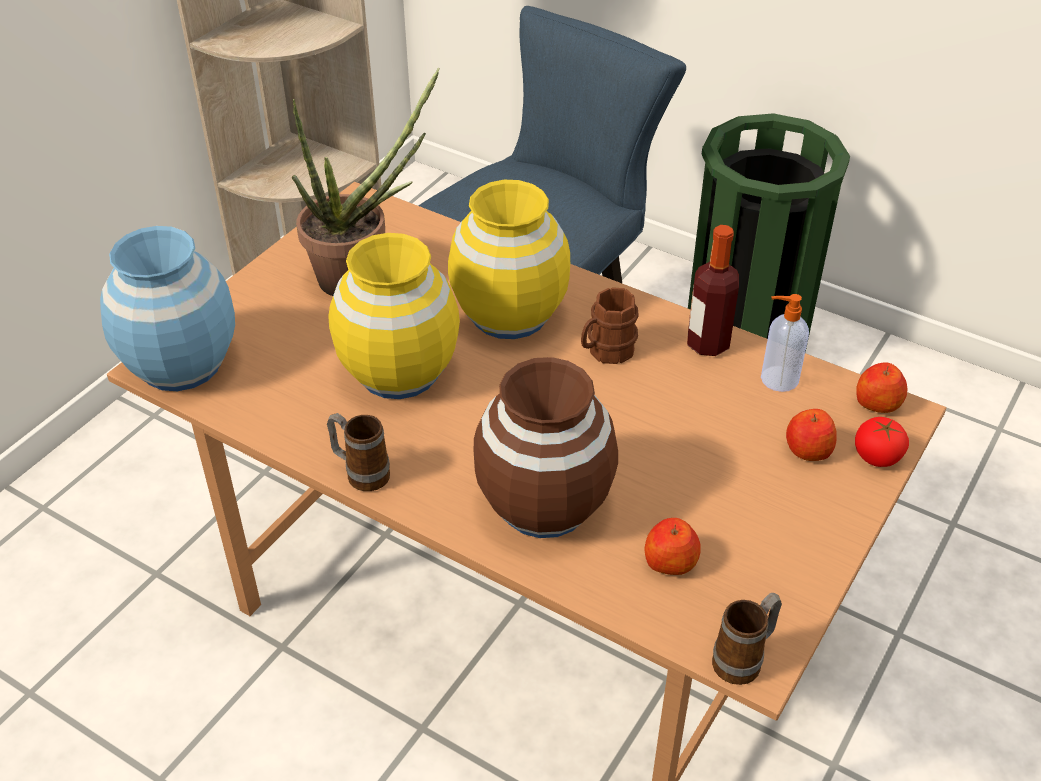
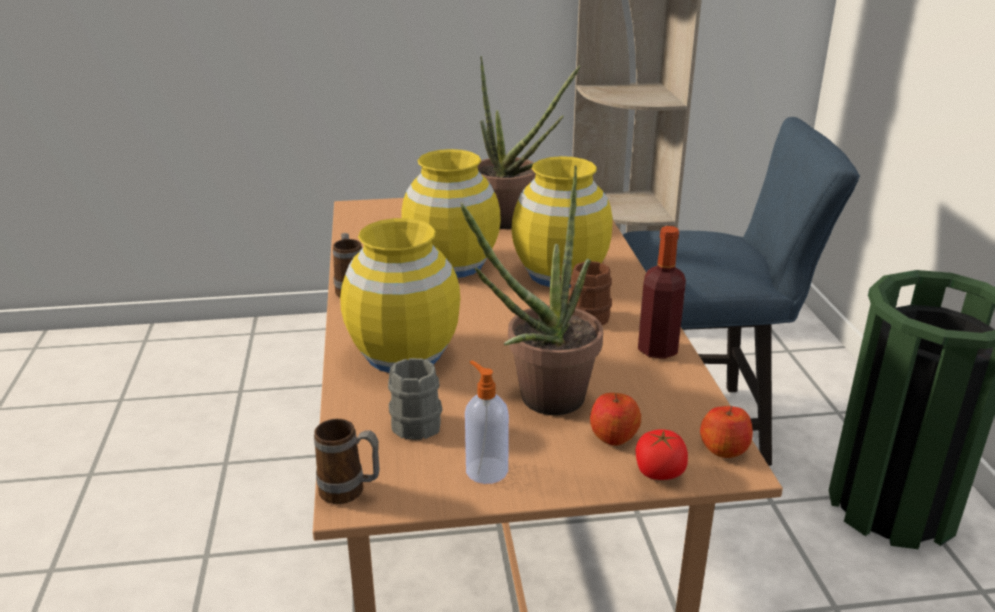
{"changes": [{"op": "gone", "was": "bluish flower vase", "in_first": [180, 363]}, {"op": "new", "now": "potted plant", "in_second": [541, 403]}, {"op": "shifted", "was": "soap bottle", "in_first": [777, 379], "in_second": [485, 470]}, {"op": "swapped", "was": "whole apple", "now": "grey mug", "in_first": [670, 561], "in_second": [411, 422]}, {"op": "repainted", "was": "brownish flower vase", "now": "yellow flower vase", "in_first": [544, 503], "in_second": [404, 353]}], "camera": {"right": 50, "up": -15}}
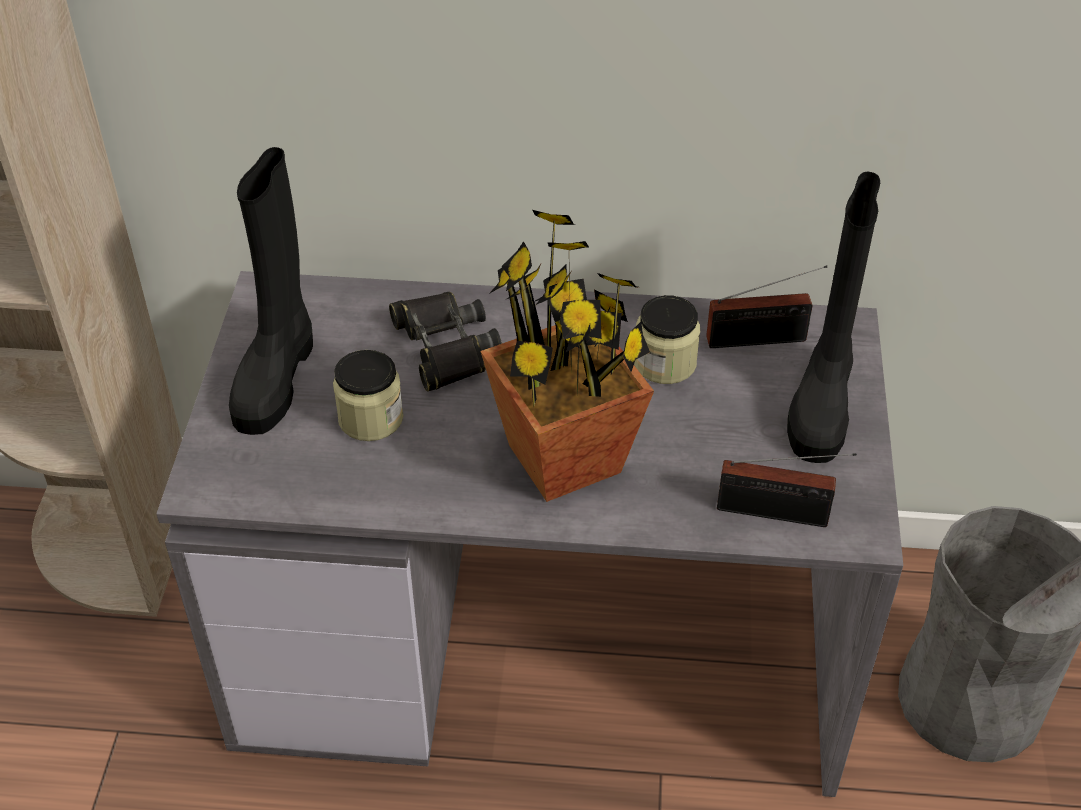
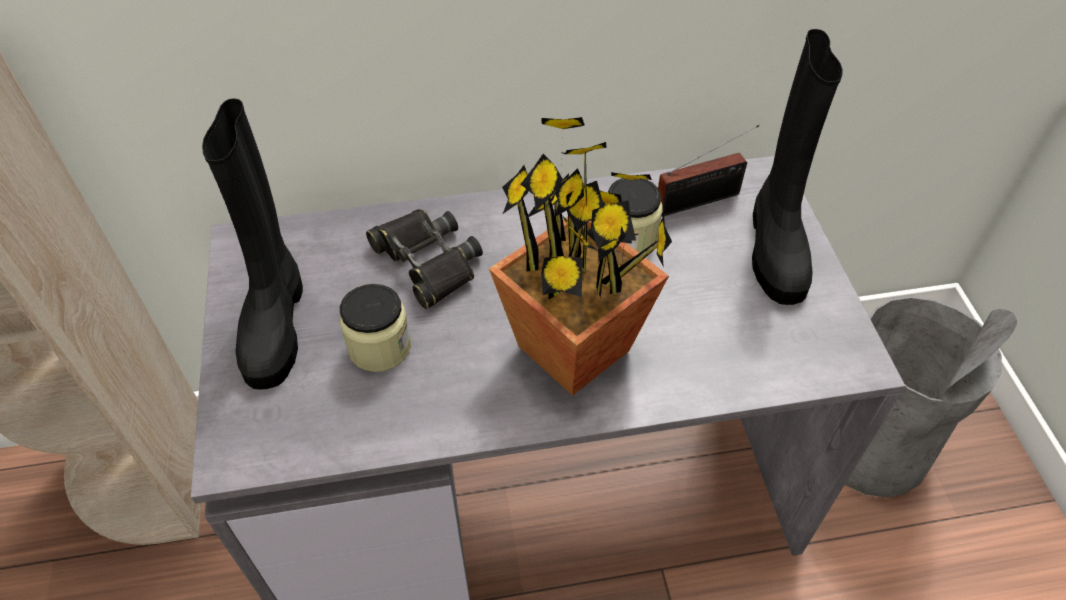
{"changes": [{"op": "gone", "was": "radio receiver", "in_first": [778, 514]}], "camera": {"right": -15, "up": 5}}
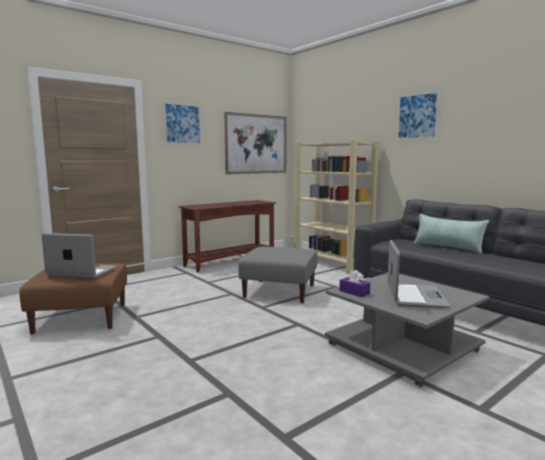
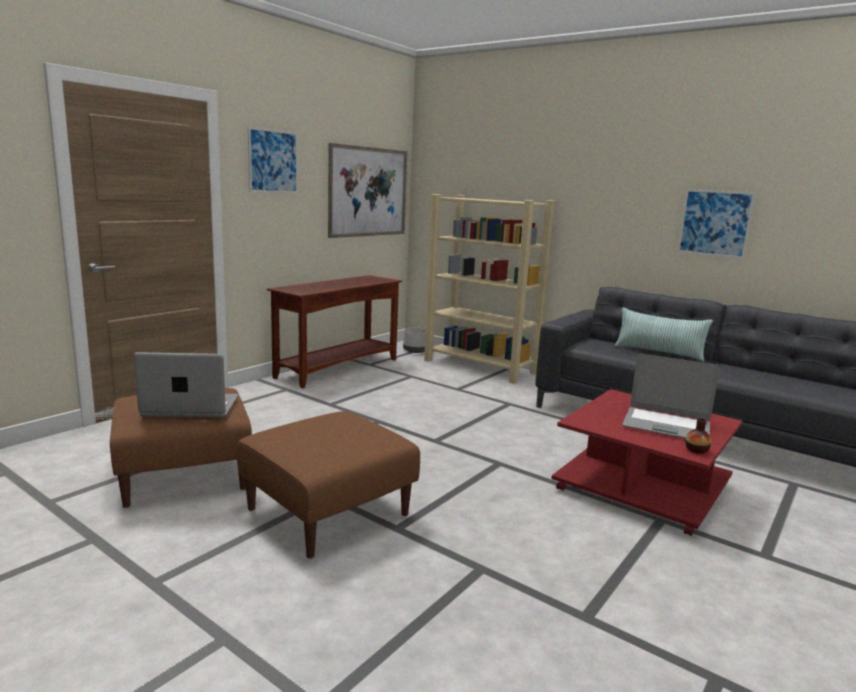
{"changes": [{"op": "gone", "was": "grey pouffe", "in_first": [280, 291]}, {"op": "gone", "was": "purplish tissue holder", "in_first": [354, 292]}, {"op": "new", "now": "brownish pouffe", "in_second": [328, 512]}, {"op": "new", "now": "flower vase", "in_second": [696, 450]}, {"op": "shifted", "was": "wall picture", "in_first": [417, 116], "in_second": [715, 223]}, {"op": "repainted", "was": "grey lounge table", "now": "red lounge table", "in_first": [404, 348], "in_second": [644, 487]}, {"op": "rotated", "was": "notebook computer", "in_first": [415, 296], "in_second": [666, 426], "clockwise": 120}], "camera": {"right": -15, "up": 5}}
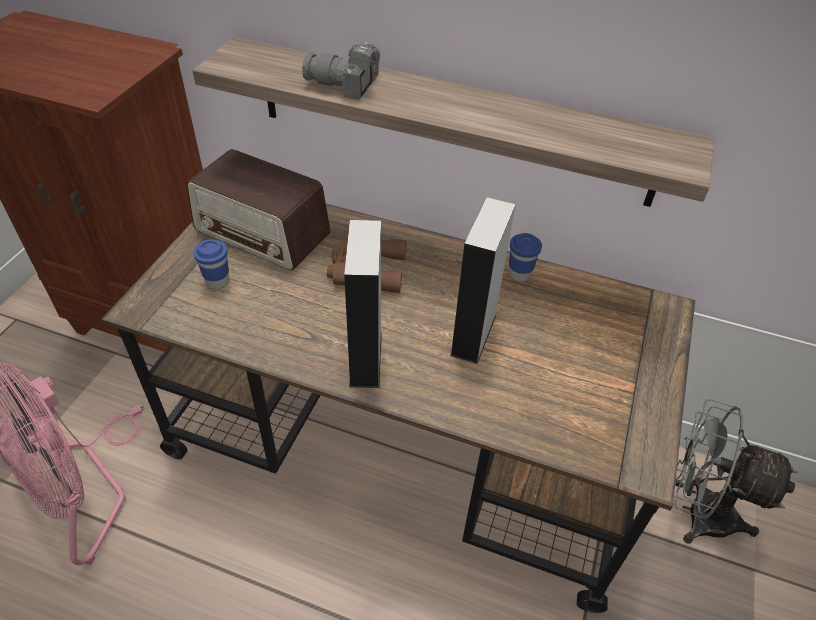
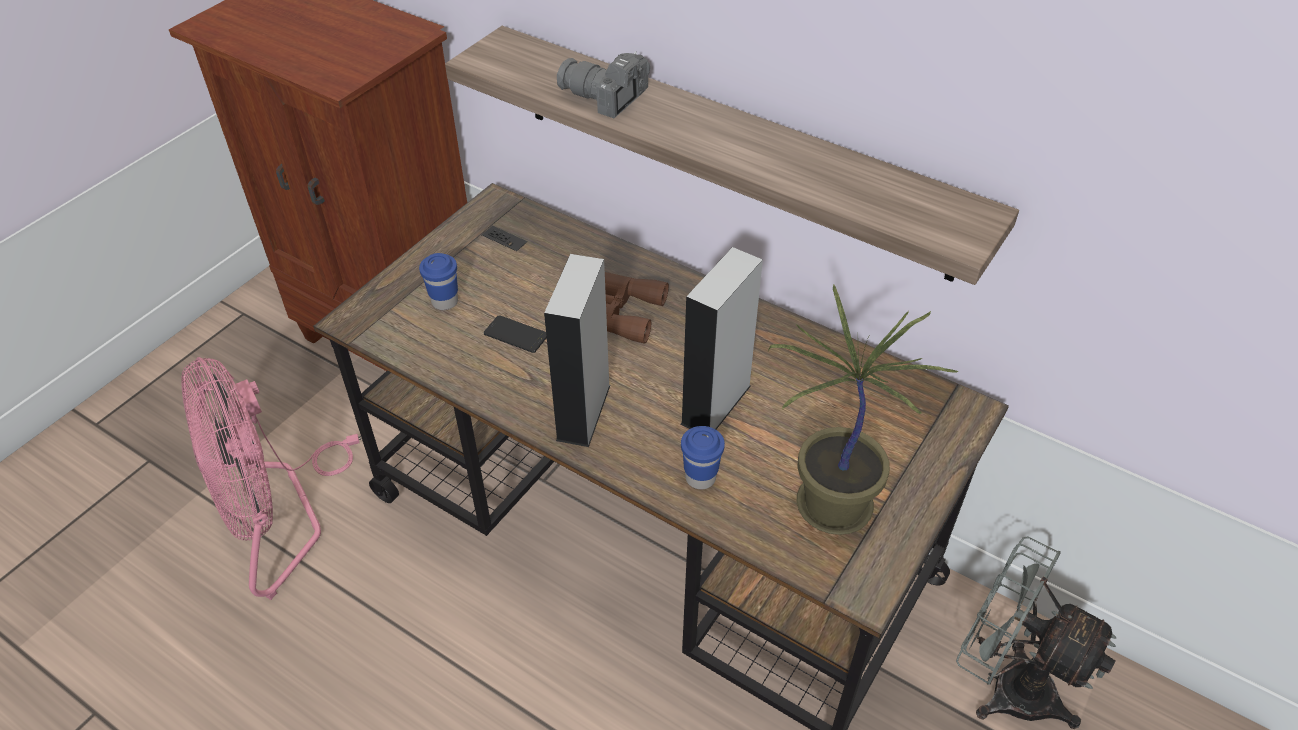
{"changes": [{"op": "gone", "was": "radio receiver", "in_first": [263, 233]}, {"op": "new", "now": "phone", "in_second": [516, 335]}, {"op": "new", "now": "potted plant", "in_second": [830, 507]}, {"op": "shifted", "was": "bluish small cup", "in_first": [519, 274], "in_second": [700, 478]}], "camera": {"right": 15, "up": 0}}
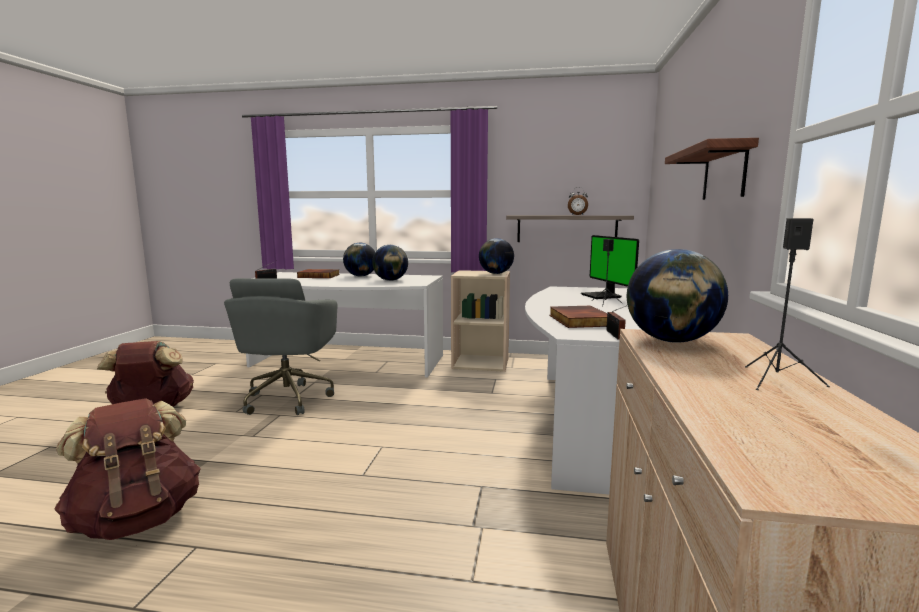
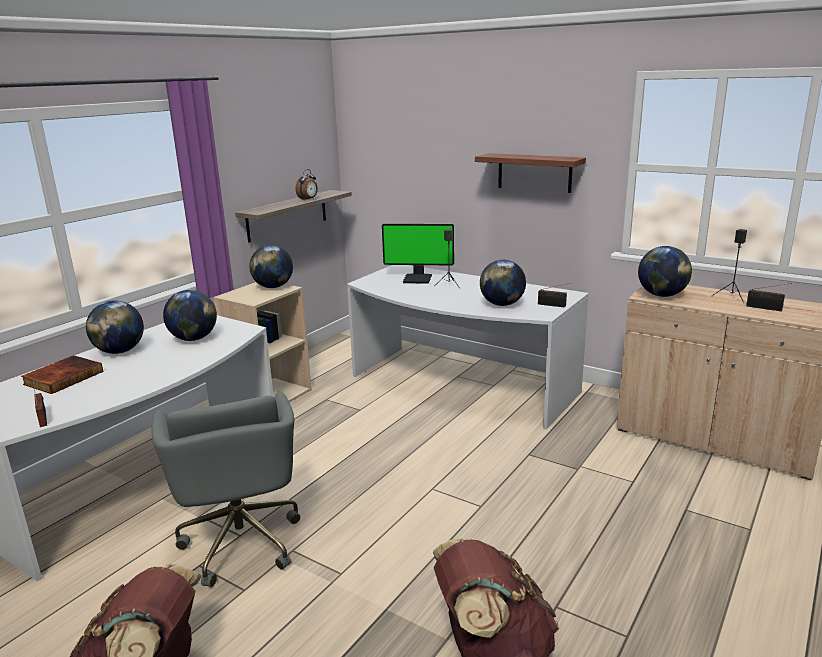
{"changes": [{"op": "new", "now": "radio receiver", "in_second": [766, 308]}, {"op": "swapped", "was": "book", "now": "globe", "in_first": [578, 320], "in_second": [502, 304]}, {"op": "rotated", "was": "grey office chair", "in_first": [289, 398], "in_second": [240, 540], "clockwise": 45}], "camera": {"right": -65, "up": 10}}
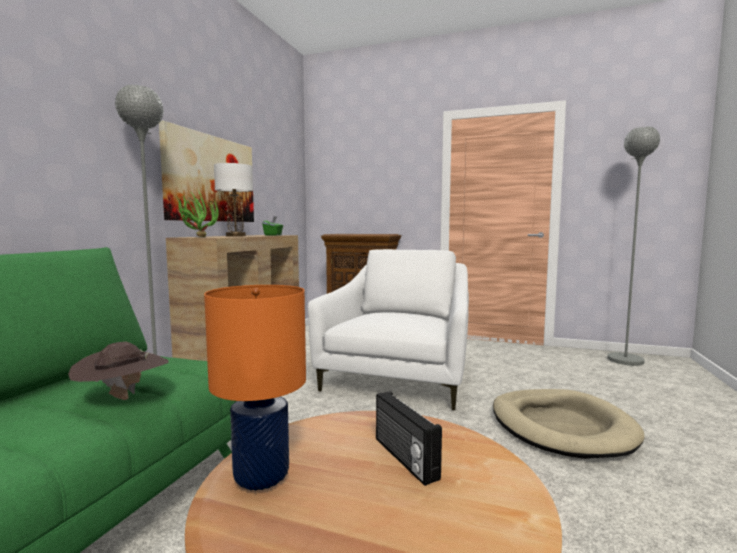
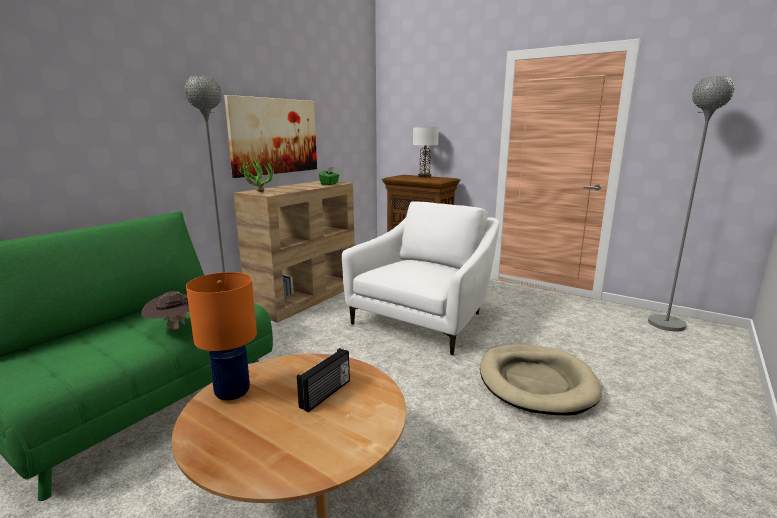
{"changes": [{"op": "shifted", "was": "lamp for a table", "in_first": [235, 236], "in_second": [424, 176]}, {"op": "rotated", "was": "radio receiver", "in_first": [403, 458], "in_second": [326, 394], "clockwise": -135}], "camera": {"right": 15, "up": 10}}
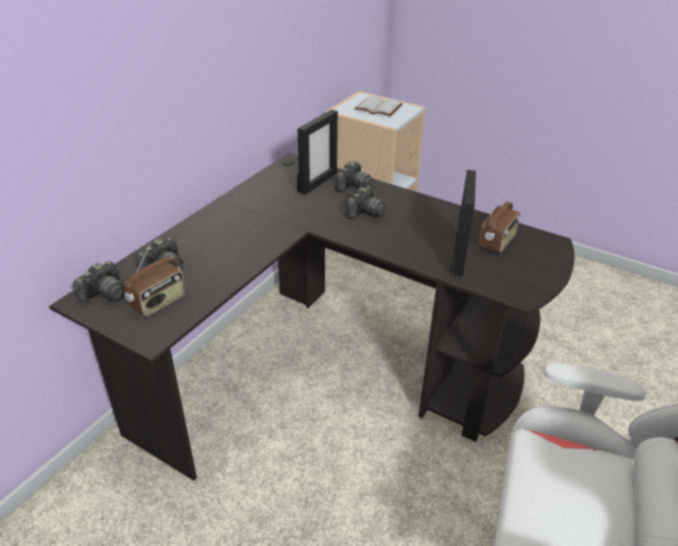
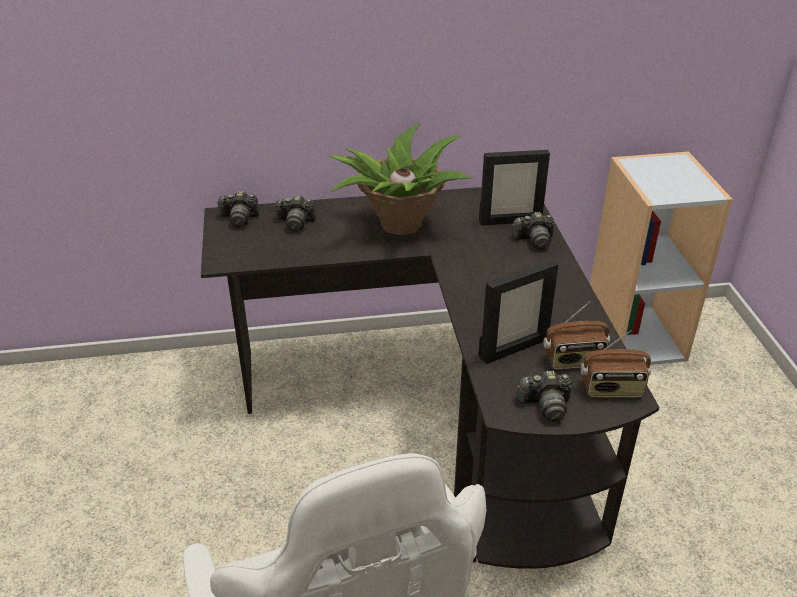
{"changes": [{"op": "gone", "was": "white-coloured book", "in_first": [379, 108]}, {"op": "new", "now": "potted plant", "in_second": [399, 225]}, {"op": "shifted", "was": "radio receiver", "in_first": [158, 302], "in_second": [612, 390]}, {"op": "shifted", "was": "photo camera", "in_first": [365, 213], "in_second": [545, 405]}], "camera": {"right": 50, "up": 0}}
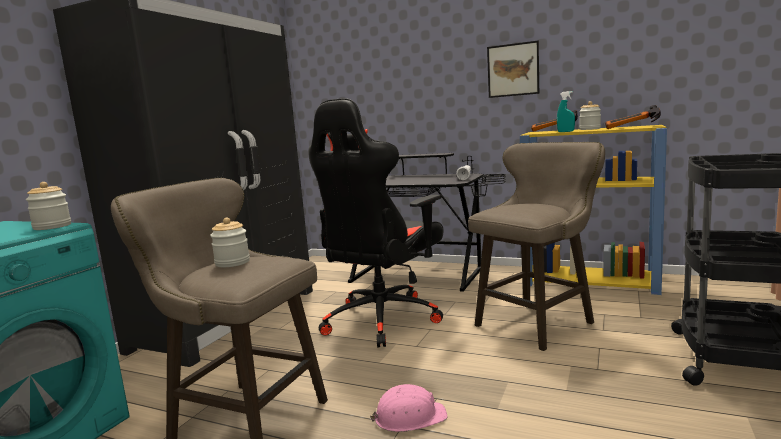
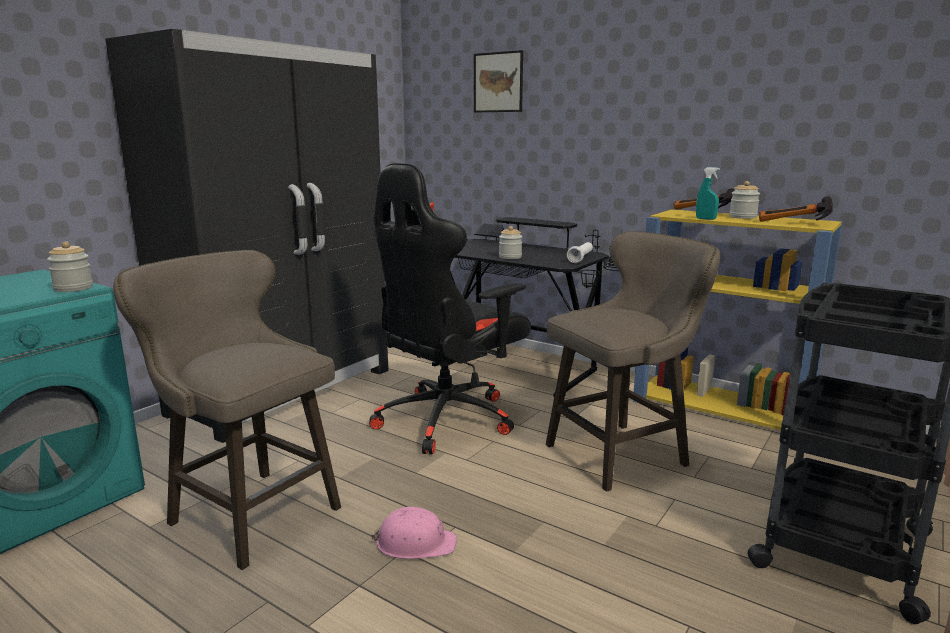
{"changes": [{"op": "shifted", "was": "jar", "in_first": [232, 263], "in_second": [510, 257]}, {"op": "shifted", "was": "wall picture", "in_first": [513, 70], "in_second": [498, 82]}], "camera": {"right": 10, "up": 5}}
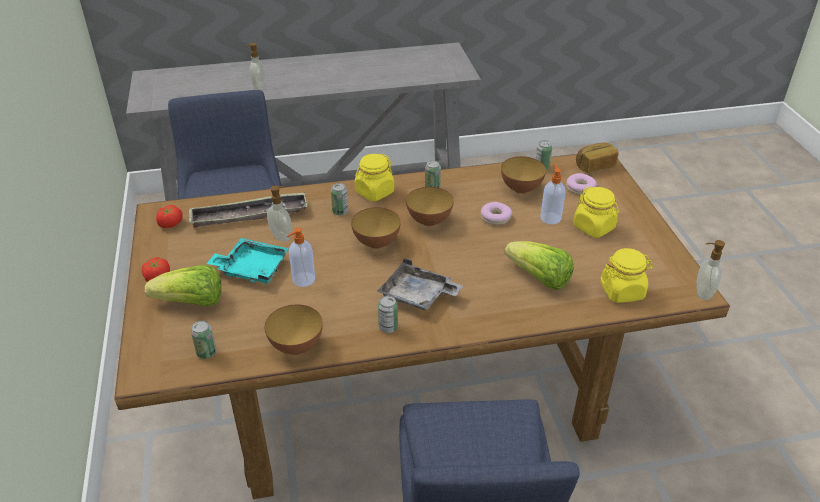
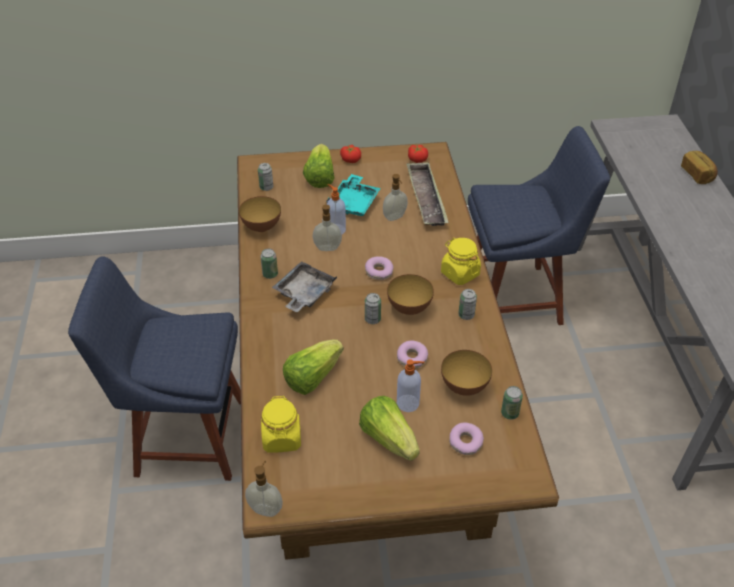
{"changes": [{"op": "shifted", "was": "soap bottle", "in_first": [258, 86], "in_second": [327, 247]}, {"op": "shifted", "was": "metal can", "in_first": [340, 211], "in_second": [372, 319]}, {"op": "shifted", "was": "bakery bread", "in_first": [594, 165], "in_second": [697, 174]}, {"op": "swapped", "was": "deep dish", "now": "doughnut", "in_first": [376, 243], "in_second": [379, 272]}, {"op": "swapped", "was": "yellow jar", "now": "lettuce head", "in_first": [594, 227], "in_second": [389, 439]}], "camera": {"right": 95, "up": 5}}
